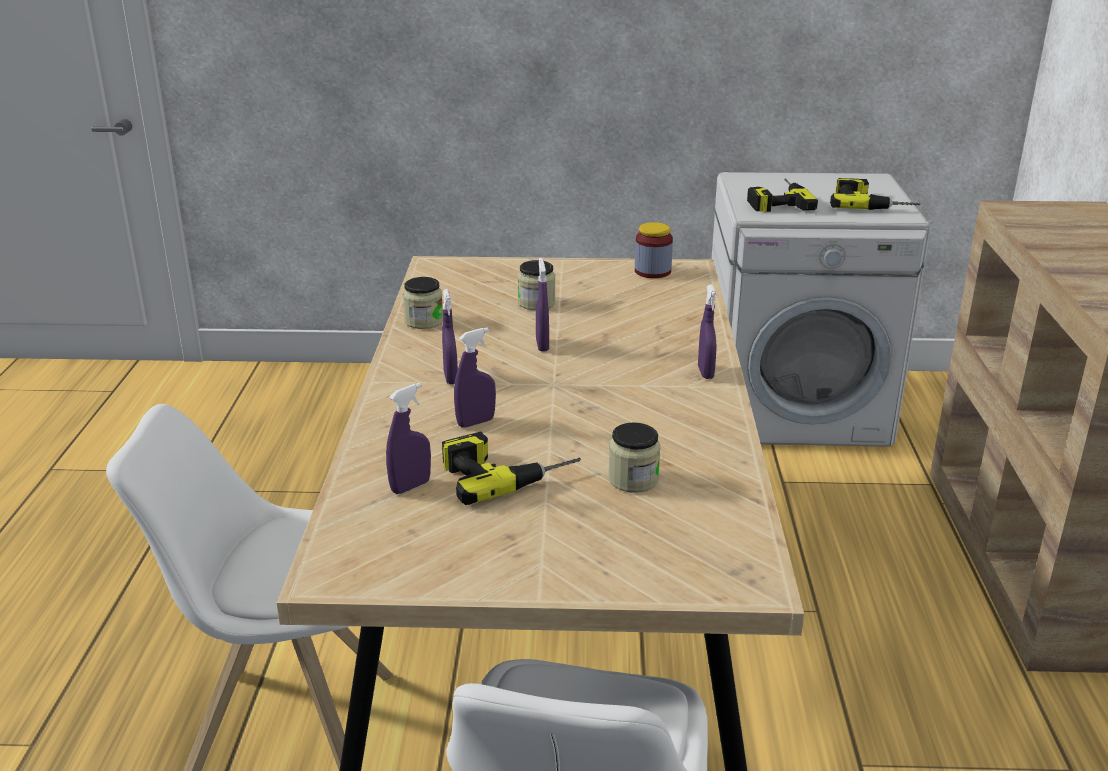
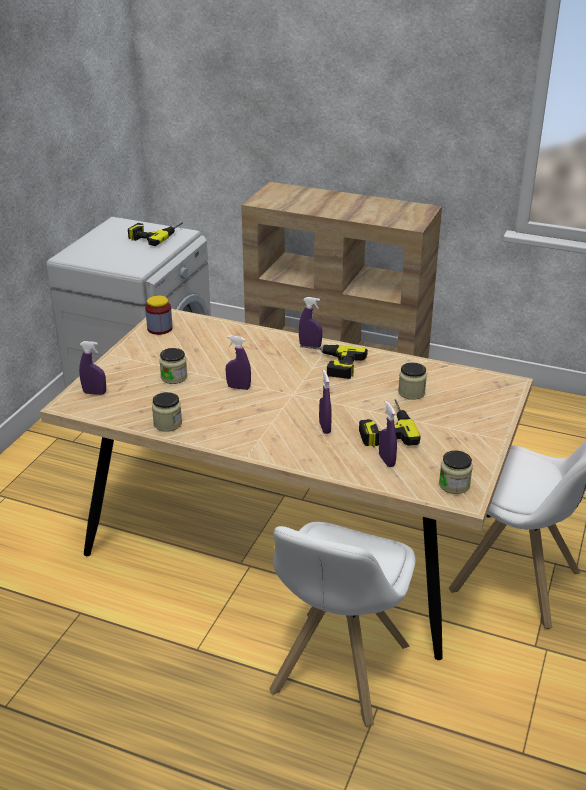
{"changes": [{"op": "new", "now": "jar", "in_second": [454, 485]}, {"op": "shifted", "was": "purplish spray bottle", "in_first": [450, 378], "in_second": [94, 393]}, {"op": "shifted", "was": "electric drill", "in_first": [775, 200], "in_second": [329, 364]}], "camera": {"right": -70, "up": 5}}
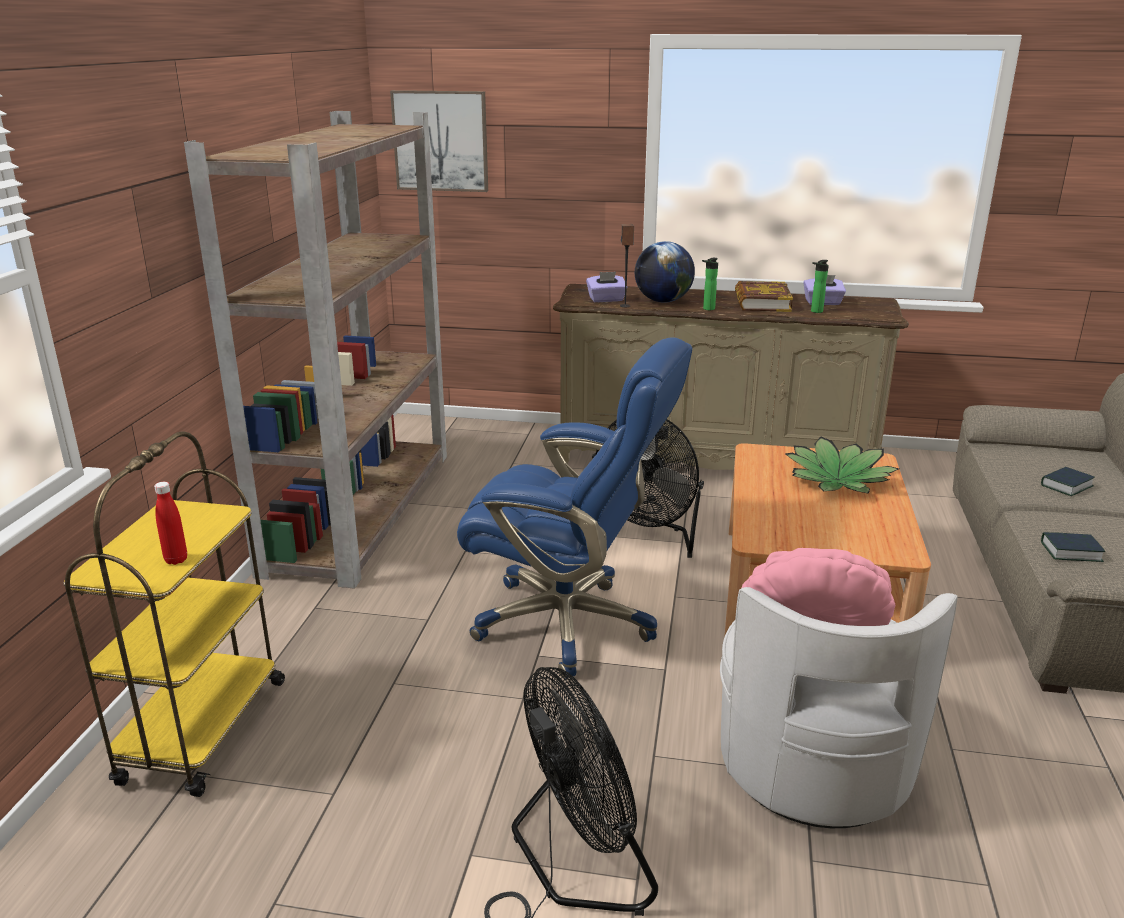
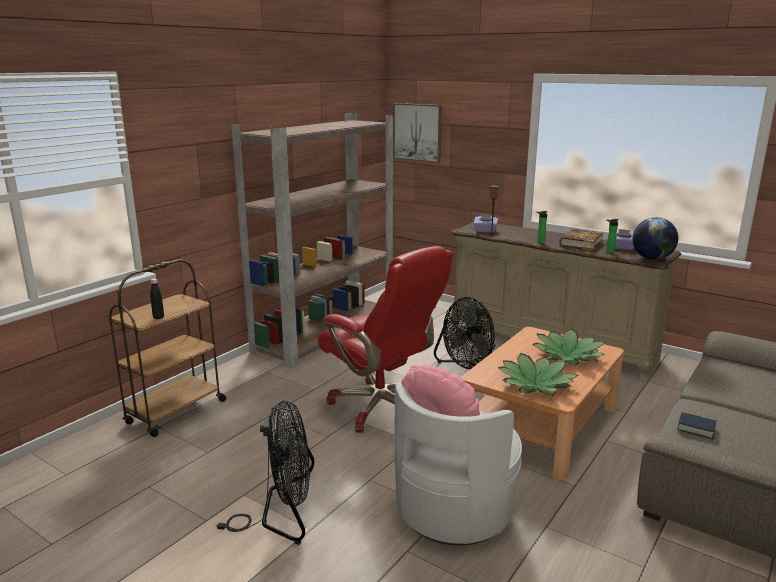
{"changes": [{"op": "gone", "was": "book", "in_first": [1066, 486]}, {"op": "new", "now": "potted plant", "in_second": [536, 384]}, {"op": "shifted", "was": "globe", "in_first": [663, 301], "in_second": [652, 258]}, {"op": "repainted", "was": "yellow cart", "now": "brownish cart", "in_first": [202, 733], "in_second": [175, 412]}, {"op": "repainted", "was": "red beverage bottle", "now": "black beverage bottle", "in_first": [176, 560], "in_second": [158, 317]}, {"op": "repainted", "was": "bluish office chair", "now": "red office chair", "in_first": [570, 627], "in_second": [382, 410]}], "camera": {"right": 25, "up": -5}}
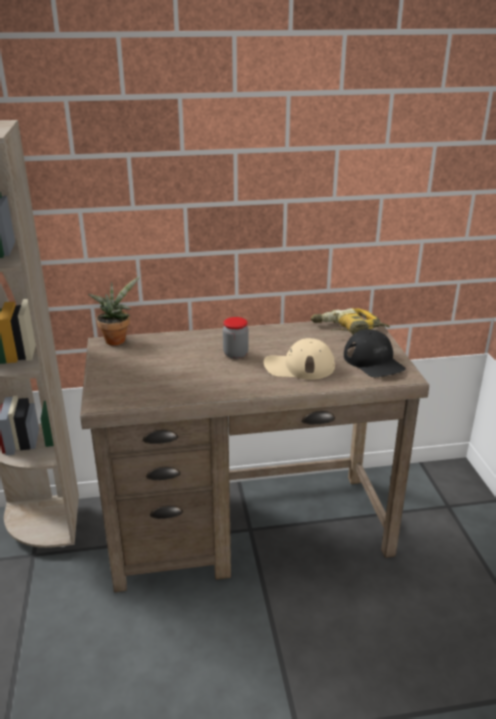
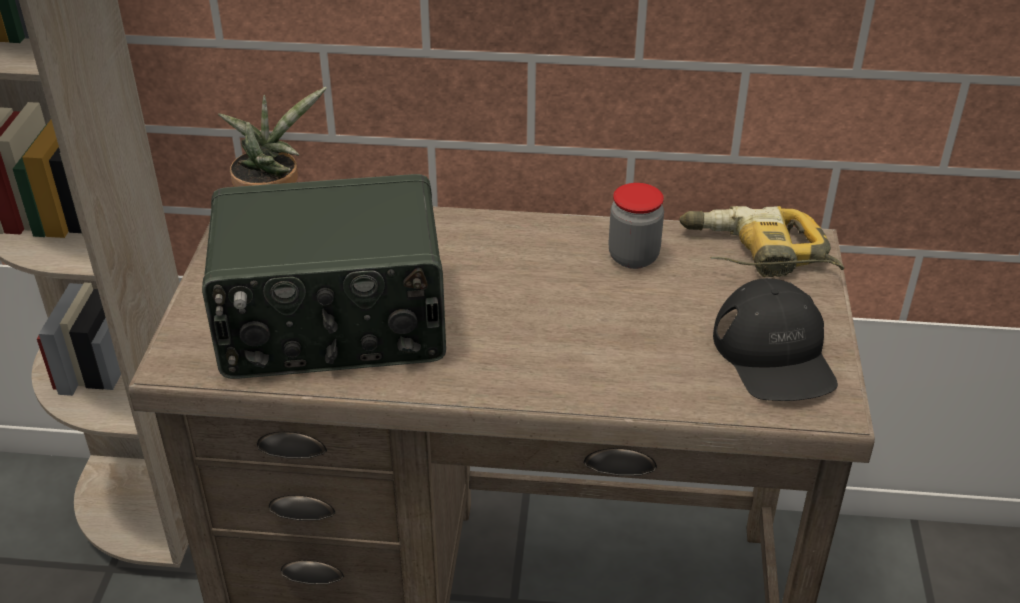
{"changes": [{"op": "gone", "was": "sand-coloured baseball cap", "in_first": [299, 366]}, {"op": "new", "now": "radio receiver", "in_second": [333, 325]}, {"op": "shifted", "was": "jar", "in_first": [235, 354], "in_second": [633, 257]}], "camera": {"right": 15, "up": 10}}
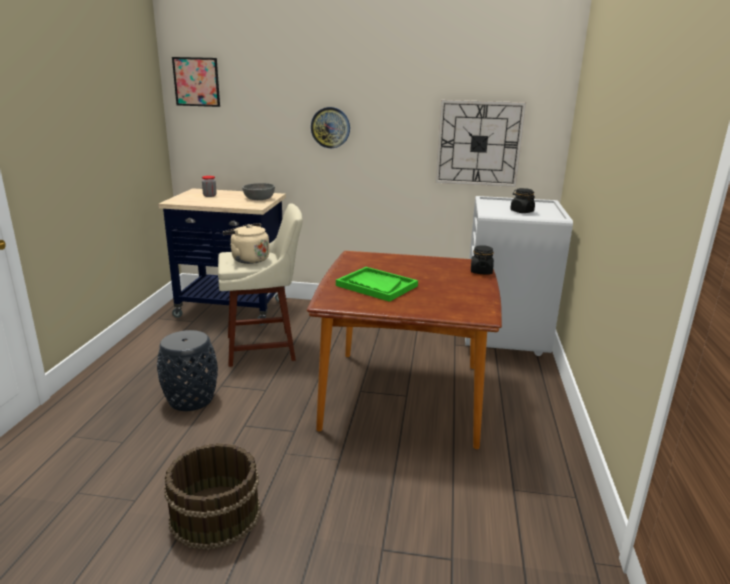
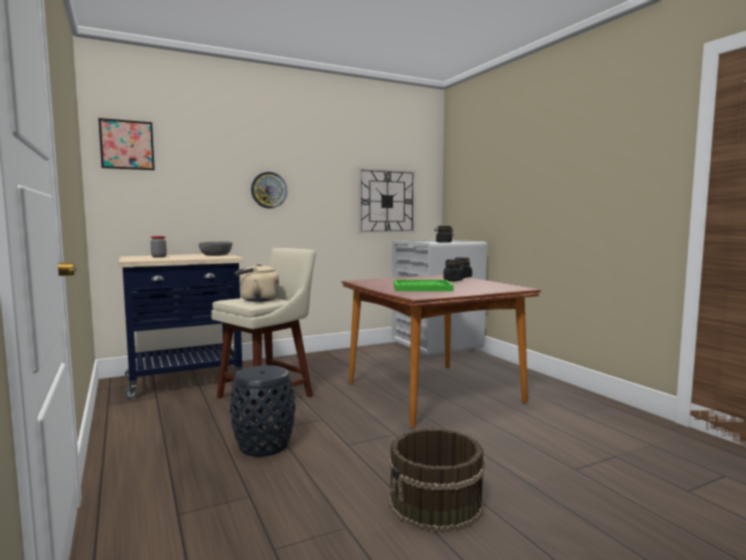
{"changes": [{"op": "new", "now": "black jar", "in_second": [452, 280]}], "camera": {"right": -35, "up": -15}}
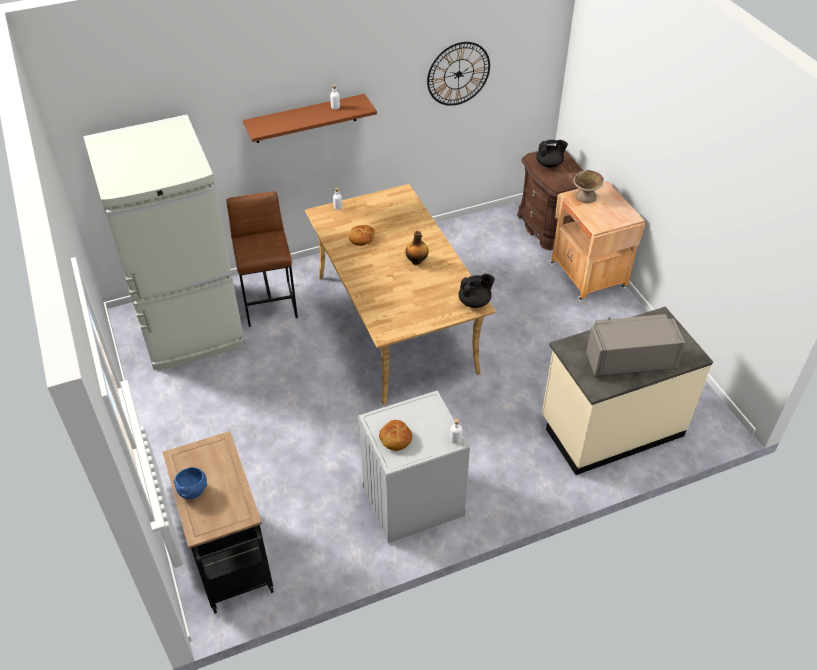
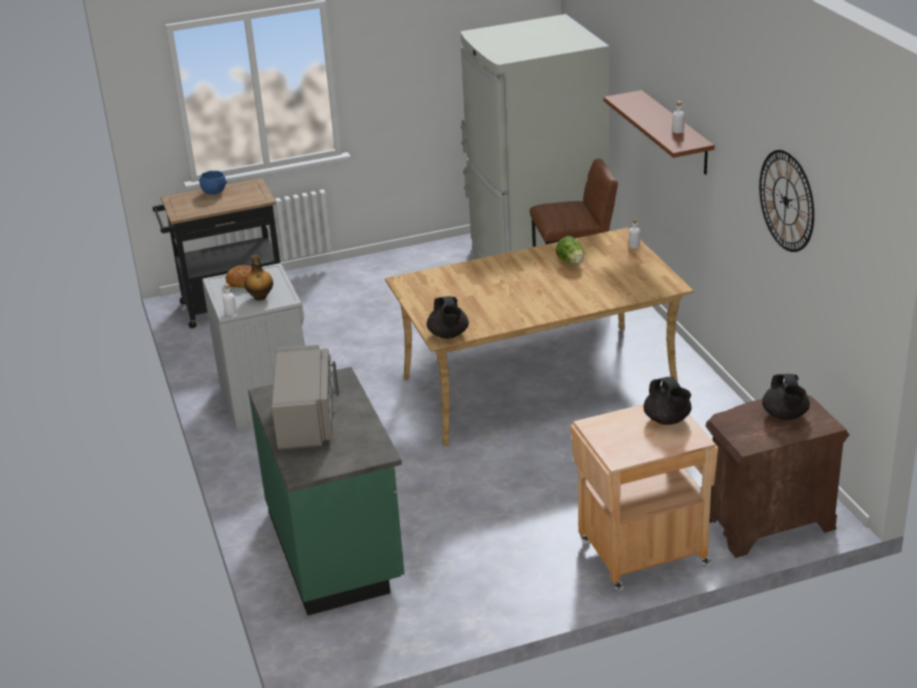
{"changes": [{"op": "shifted", "was": "beverage bottle", "in_first": [417, 261], "in_second": [260, 297]}, {"op": "swapped", "was": "bakery bread", "now": "lettuce head", "in_first": [361, 238], "in_second": [571, 262]}, {"op": "swapped", "was": "sand-coloured deep dish", "now": "black teapot", "in_first": [586, 196], "in_second": [667, 420]}, {"op": "repainted", "was": "sand-coloured counter", "now": "green-coloured counter", "in_first": [610, 427], "in_second": [337, 548]}], "camera": {"right": 95, "up": -15}}
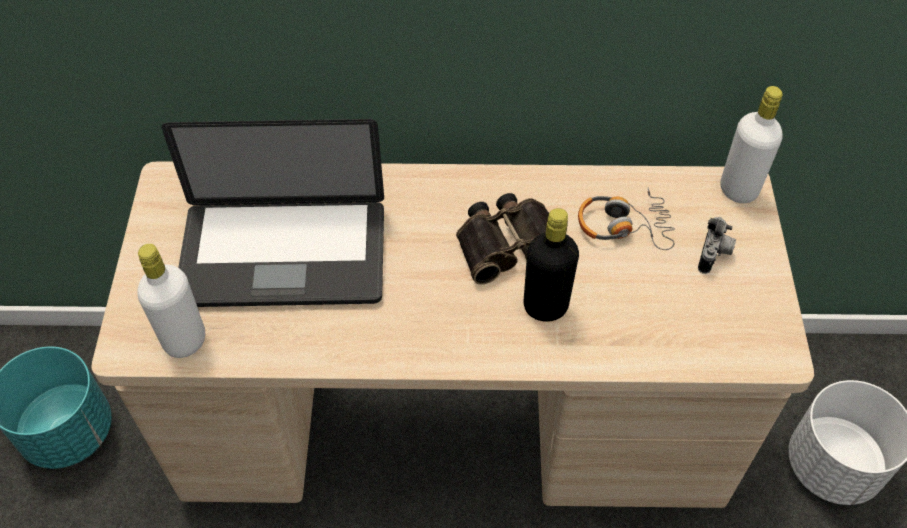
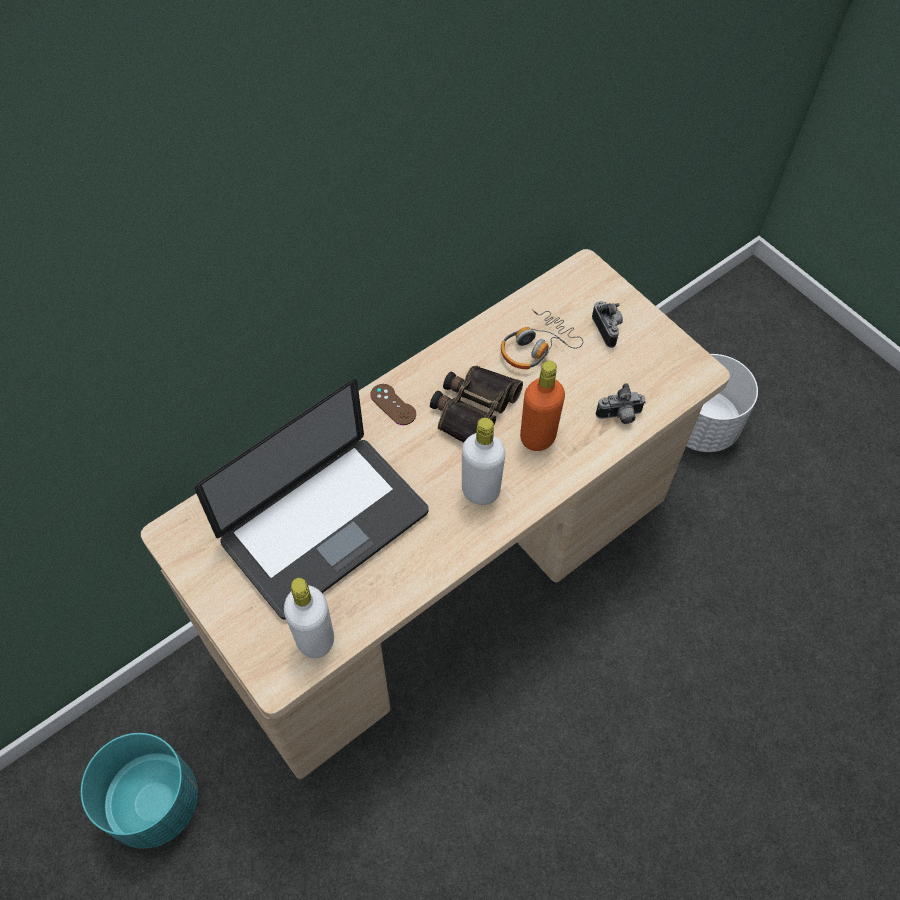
{"changes": [{"op": "new", "now": "brownish game controller", "in_second": [393, 404]}, {"op": "new", "now": "photo camera", "in_second": [619, 416]}, {"op": "shifted", "was": "white-coloured beverage bottle", "in_first": [738, 189], "in_second": [480, 491]}, {"op": "repainted", "was": "black beverage bottle", "now": "orange-coloured beverage bottle", "in_first": [545, 306], "in_second": [537, 437]}], "camera": {"right": -40, "up": 5}}
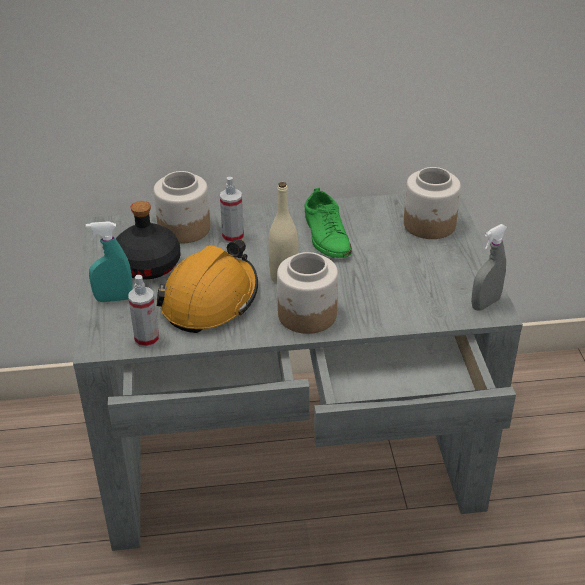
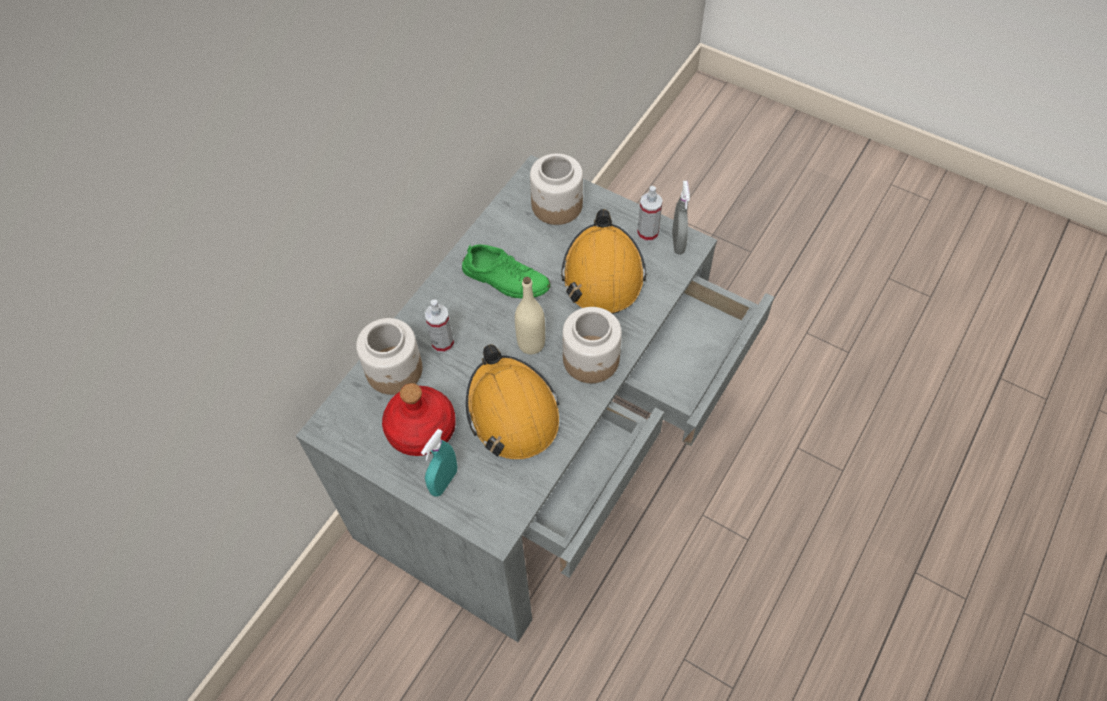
{"changes": [{"op": "new", "now": "orange-coloured hard hat", "in_second": [603, 274]}, {"op": "shifted", "was": "spray bottle", "in_first": [147, 339], "in_second": [647, 233]}, {"op": "repainted", "was": "black beverage bottle", "now": "red beverage bottle", "in_first": [148, 265], "in_second": [421, 428]}], "camera": {"right": -50, "up": 20}}
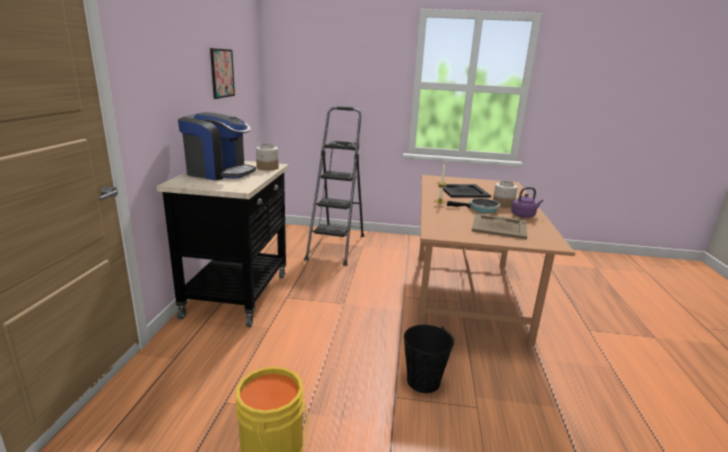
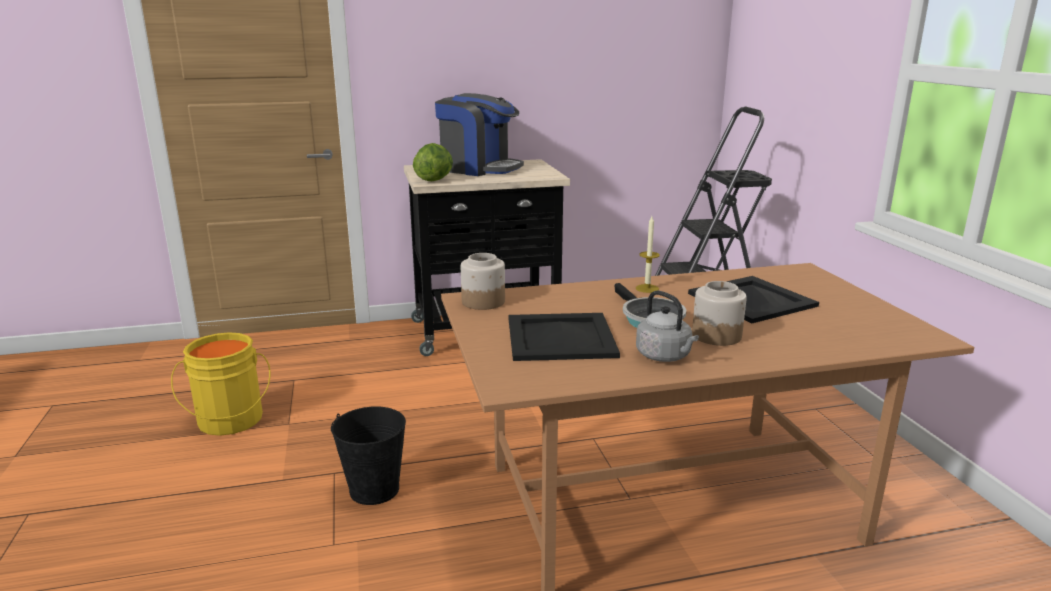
{"changes": [{"op": "gone", "was": "wall picture", "in_first": [222, 73]}, {"op": "new", "now": "lettuce head", "in_second": [434, 180]}, {"op": "shifted", "was": "jar", "in_first": [267, 168], "in_second": [483, 302]}, {"op": "repainted", "was": "sand-coloured serving tray", "now": "black serving tray", "in_first": [499, 226], "in_second": [559, 338]}, {"op": "repainted", "was": "purplish kettle", "now": "grey kettle", "in_first": [524, 215], "in_second": [665, 356]}, {"op": "rotated", "was": "coffee maker", "in_first": [219, 173], "in_second": [478, 169], "clockwise": -60}], "camera": {"right": 70, "up": 0}}
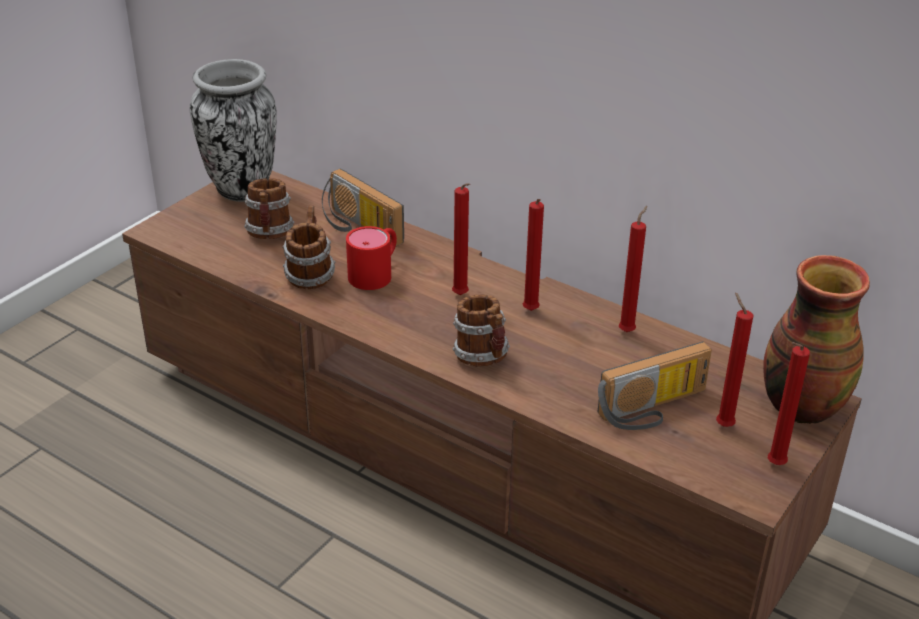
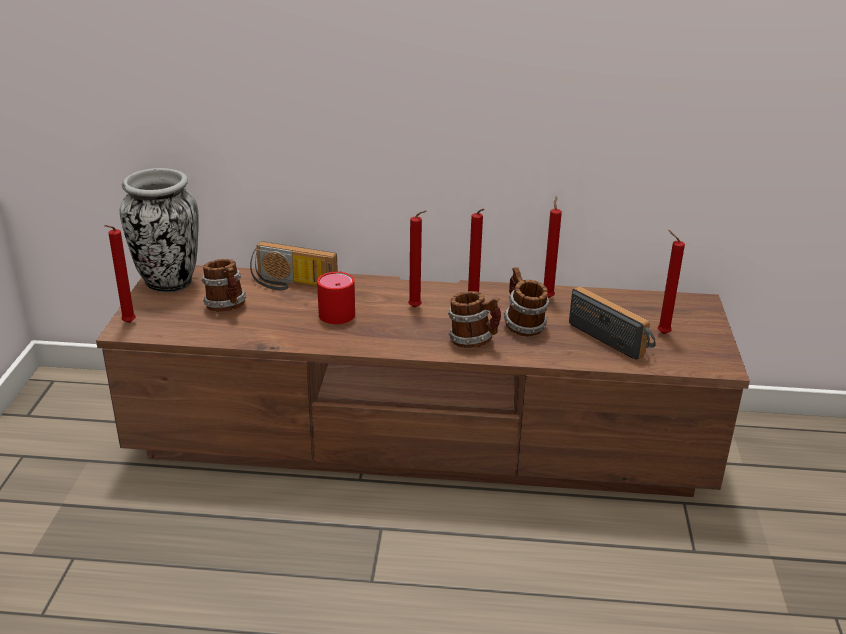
{"changes": [{"op": "gone", "was": "flower vase", "in_first": [800, 406]}, {"op": "shifted", "was": "mug", "in_first": [309, 275], "in_second": [522, 326]}, {"op": "shifted", "was": "red candle", "in_first": [773, 465], "in_second": [127, 324]}, {"op": "rotated", "was": "radio receiver", "in_first": [654, 410], "in_second": [613, 338], "clockwise": -75}], "camera": {"right": -30, "up": -5}}
